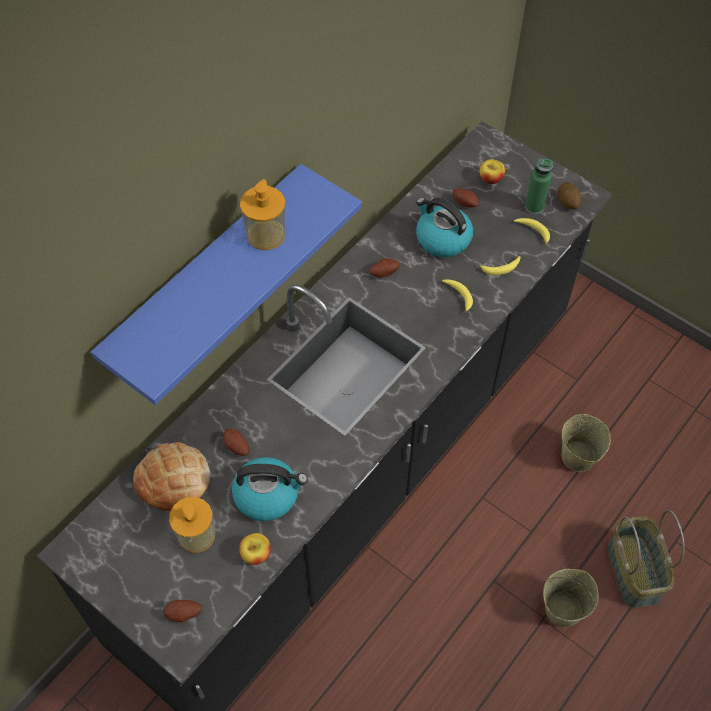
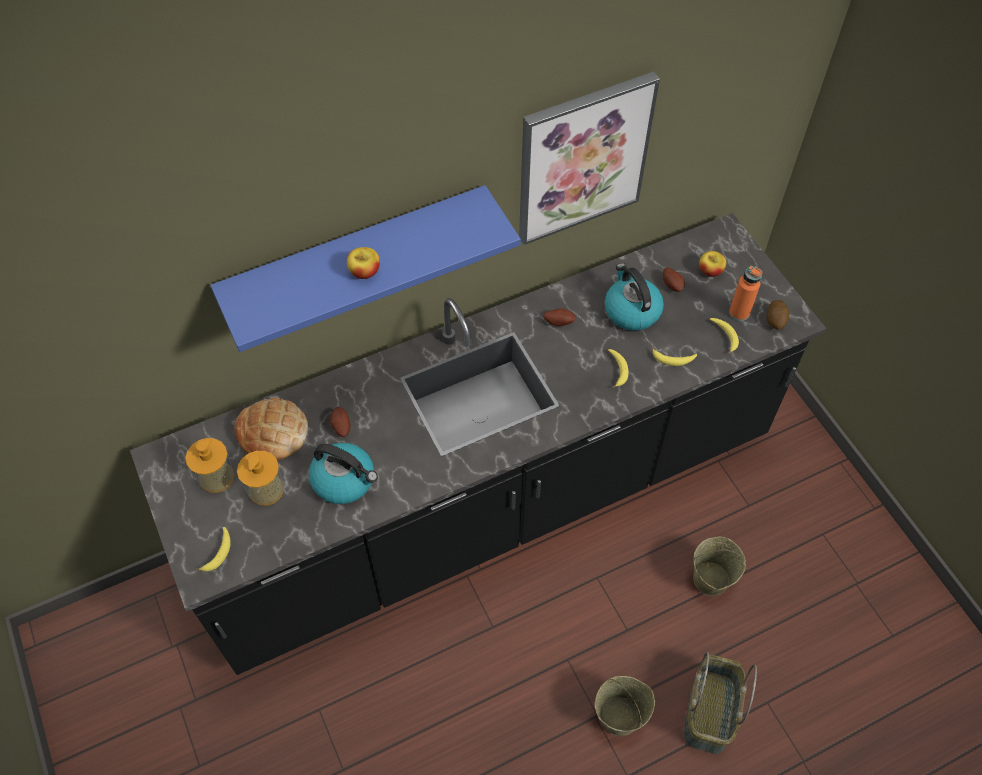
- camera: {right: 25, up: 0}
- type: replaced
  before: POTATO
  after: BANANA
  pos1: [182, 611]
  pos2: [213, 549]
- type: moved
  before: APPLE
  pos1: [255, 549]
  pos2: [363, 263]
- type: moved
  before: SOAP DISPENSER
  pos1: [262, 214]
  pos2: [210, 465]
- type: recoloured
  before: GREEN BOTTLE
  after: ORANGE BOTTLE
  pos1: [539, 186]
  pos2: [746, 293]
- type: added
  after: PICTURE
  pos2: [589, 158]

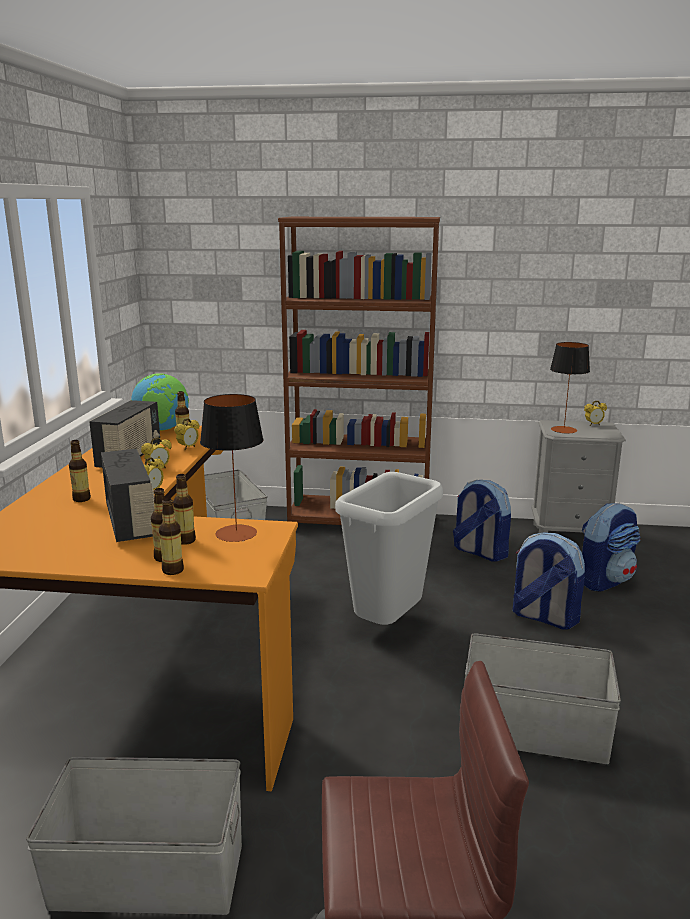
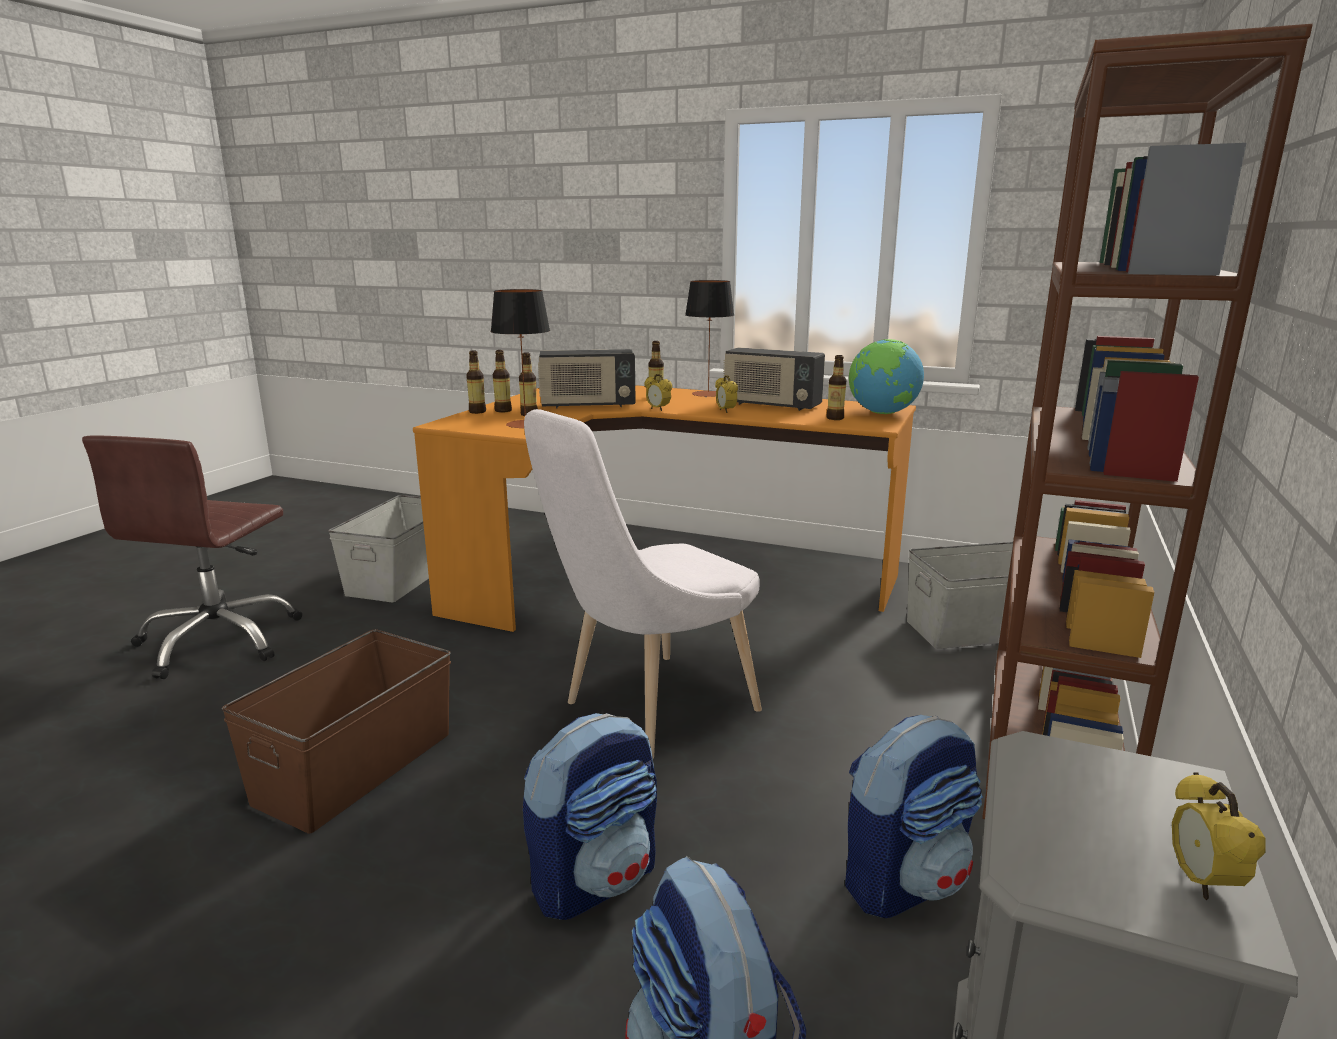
- camera: {right: 105, up: 0}
- type: removed
  before: ALARM CLOCK
  pos1: [186, 434]
- type: replaced
  before: GREY TRASH CAN
  after: WHITE CHAIR
  pos1: [389, 548]
  pos2: [643, 584]
- type: recoloured
  before: GREY STORAGE BOX
  after: BROWN STORAGE BOX
  pos1: [543, 699]
  pos2: [336, 731]
- type: moved
  before: TABLE LAMP
  pos1: [570, 388]
  pos2: [709, 338]

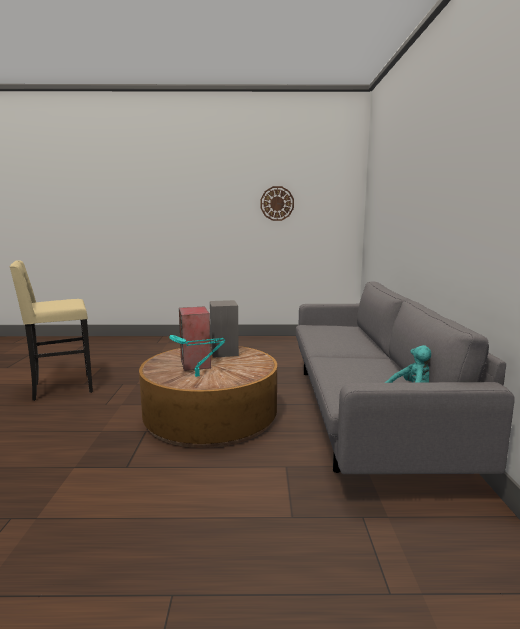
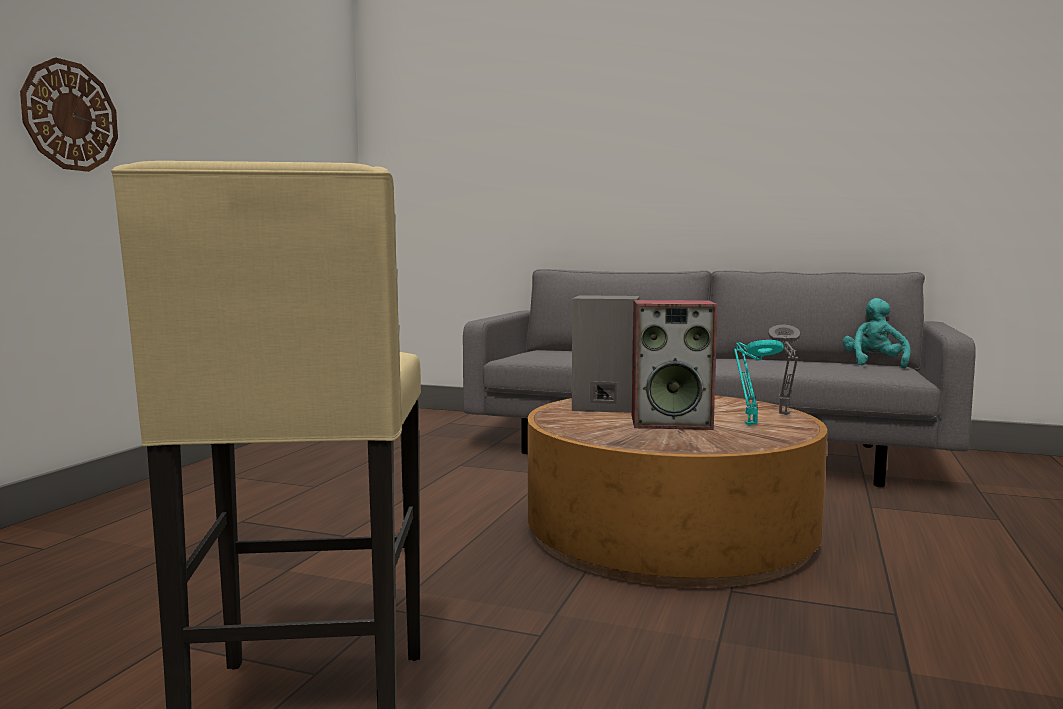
- camera: {right: -70, up: -5}
- type: moved
  before: WALL CLOCK
  pos1: [277, 203]
  pos2: [69, 114]
- type: added
  after: GREY TABLE LAMP
  pos2: [784, 370]

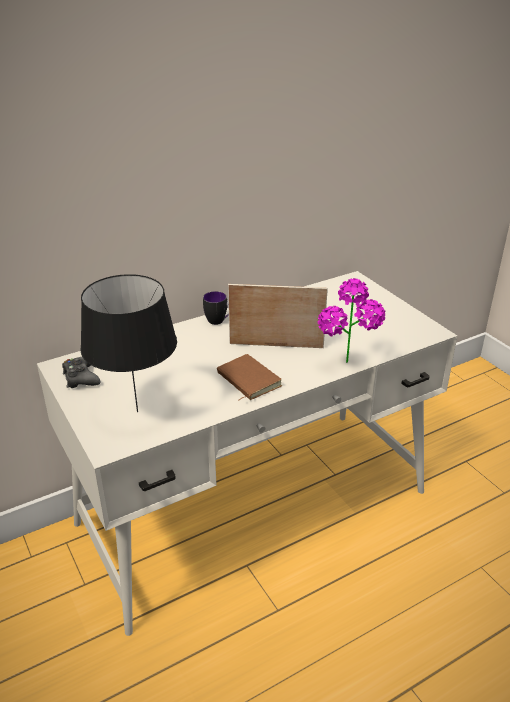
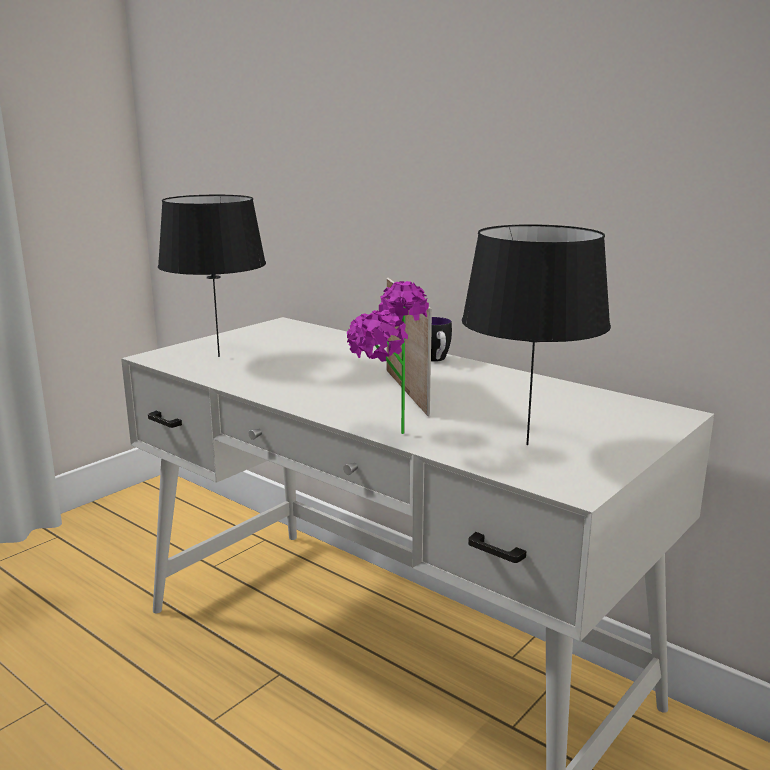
- camera: {right: 70, up: -15}
- type: removed
  before: BLACK GAME CONTROLLER
  pos1: [81, 372]
- type: removed
  before: BROWN BOOK
  pos1: [249, 377]
- type: added
  after: BLACK TABLE LAMP
  pos2: [536, 334]

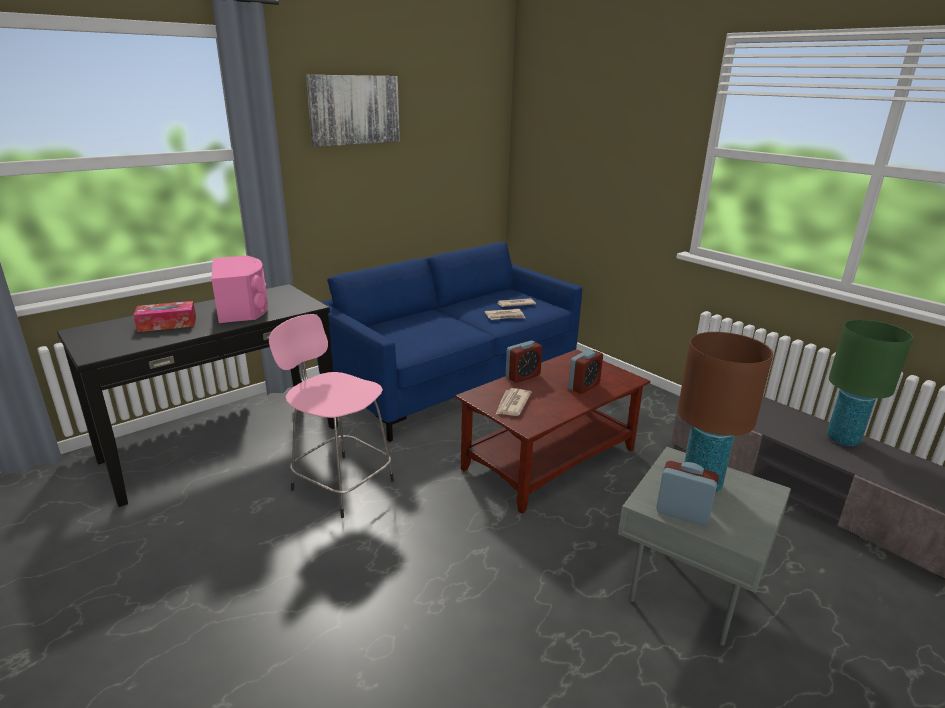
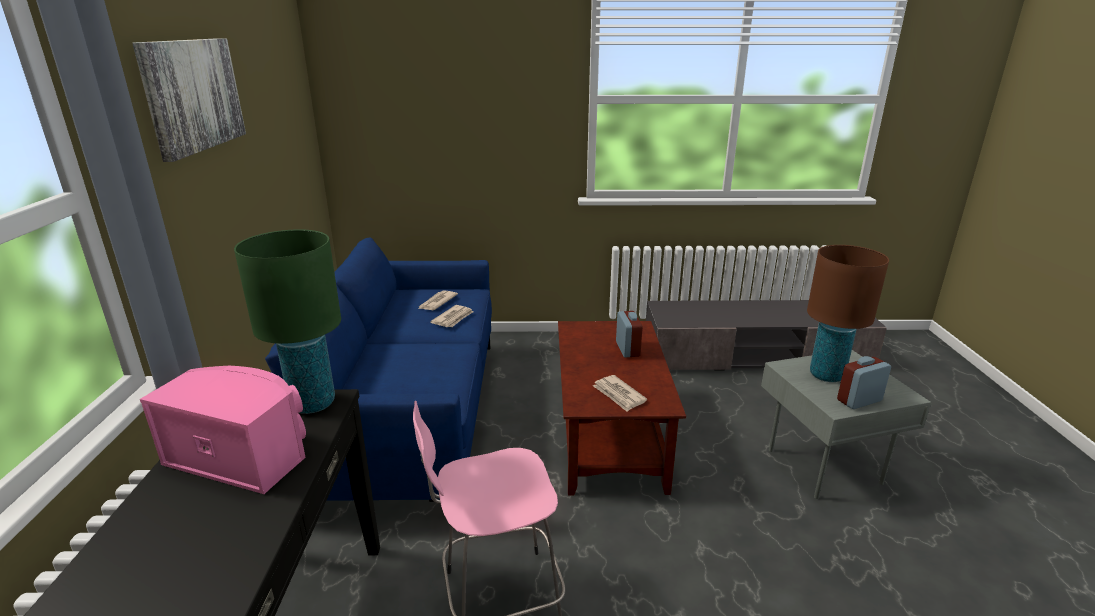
- camera: {right: -50, up: 0}
- type: removed
  before: TISSUE BOX
  pos1: [164, 316]
- type: removed
  before: ALARM CLOCK
  pos1: [524, 362]
- type: moved
  before: GREEN TABLE LAMP
  pos1: [870, 383]
  pos2: [287, 321]

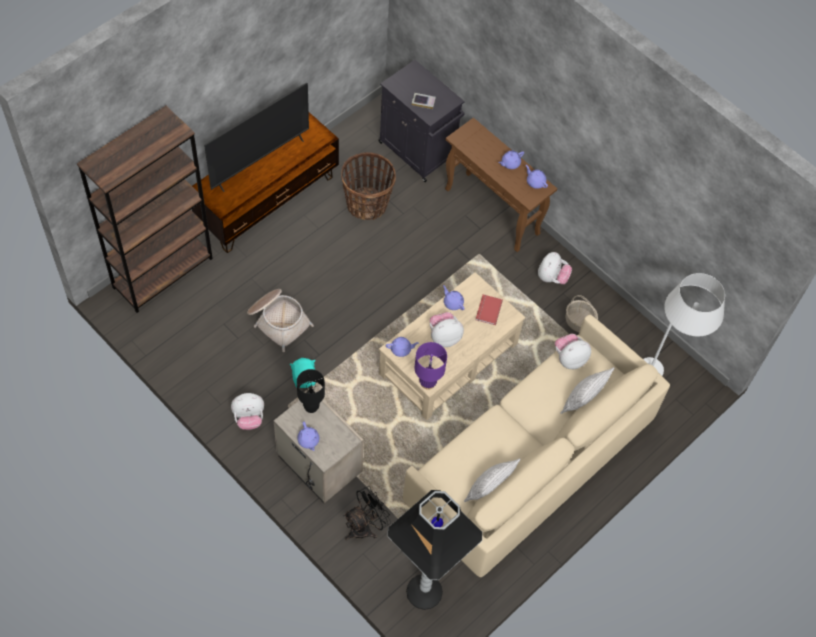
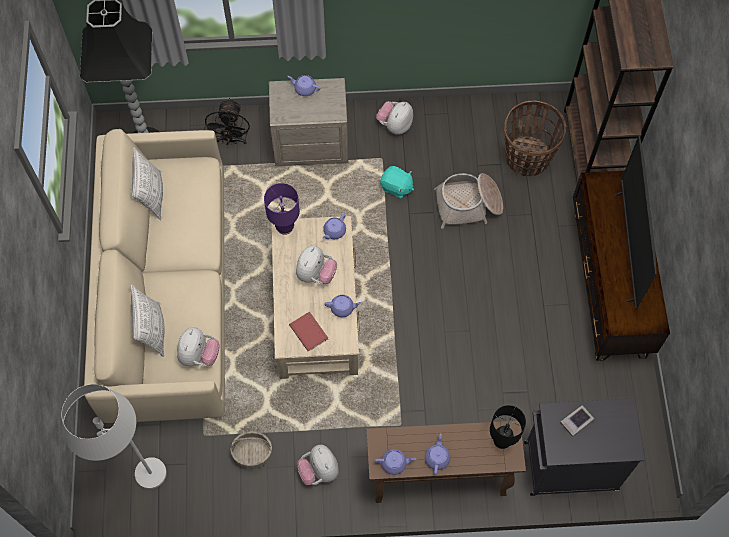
- camera: {right: 135, up: 5}
- type: moved
  before: BLACK TABLE LAMP
  pos1: [311, 391]
  pos2: [508, 427]
- type: moved
  before: BASKET
  pos1: [368, 186]
  pos2: [535, 138]

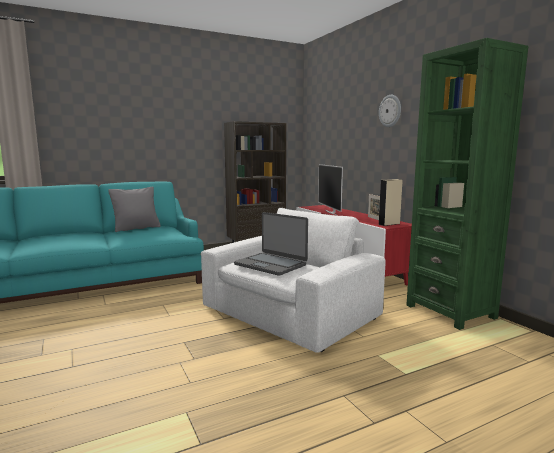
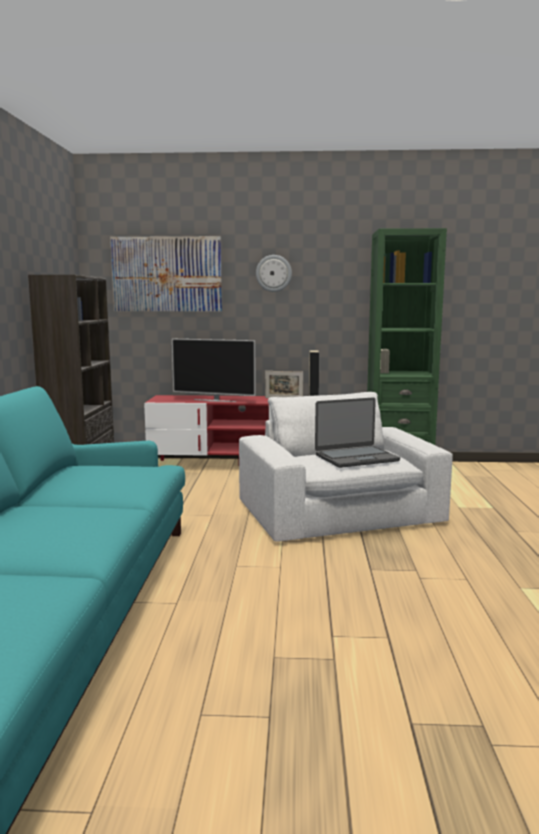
- camera: {right: -60, up: 0}
- type: removed
  before: GREY PILLOW
  pos1: [134, 209]
- type: added
  after: PICTURE
  pos2: [166, 273]

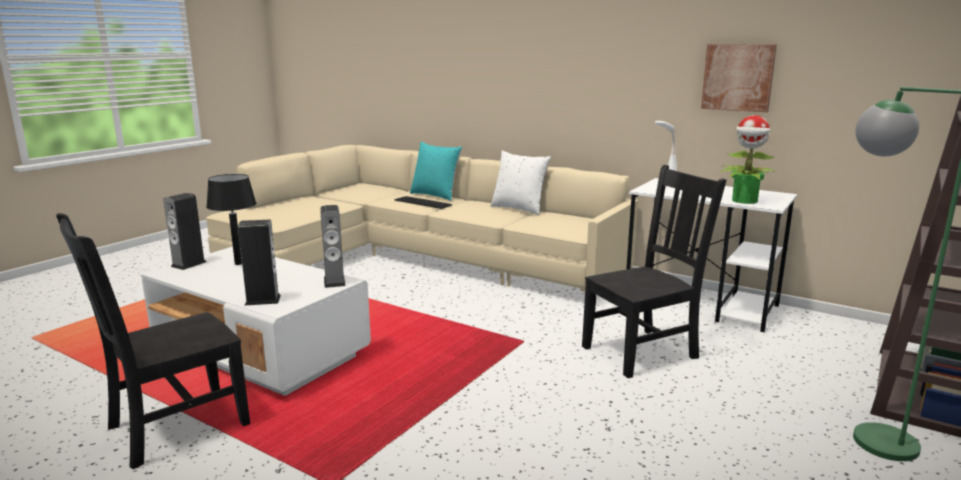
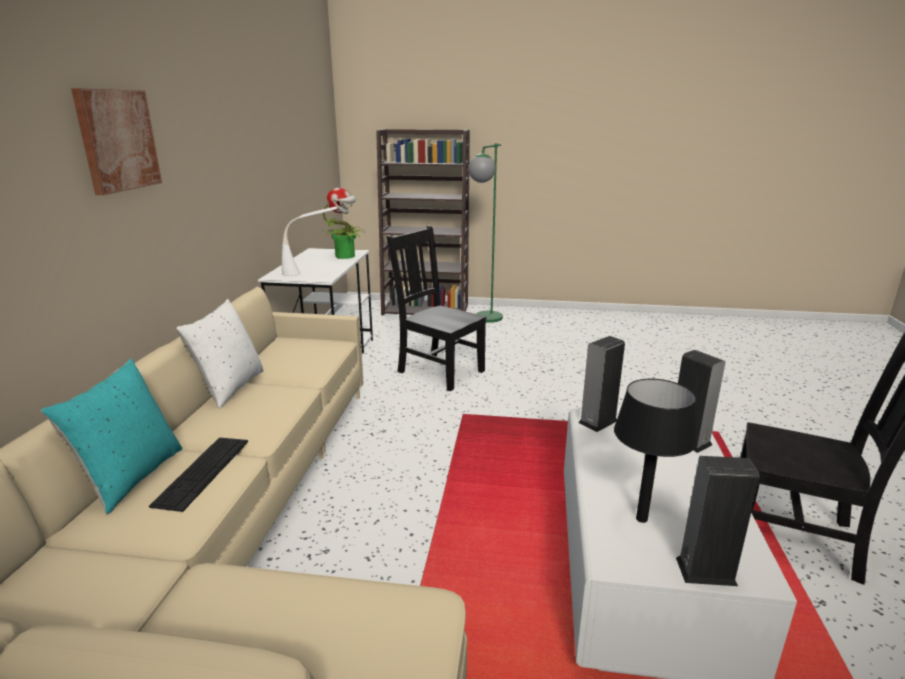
- camera: {right: -115, up: 5}
- type: moved
  before: PICTURE
  pos1: [739, 78]
  pos2: [116, 141]

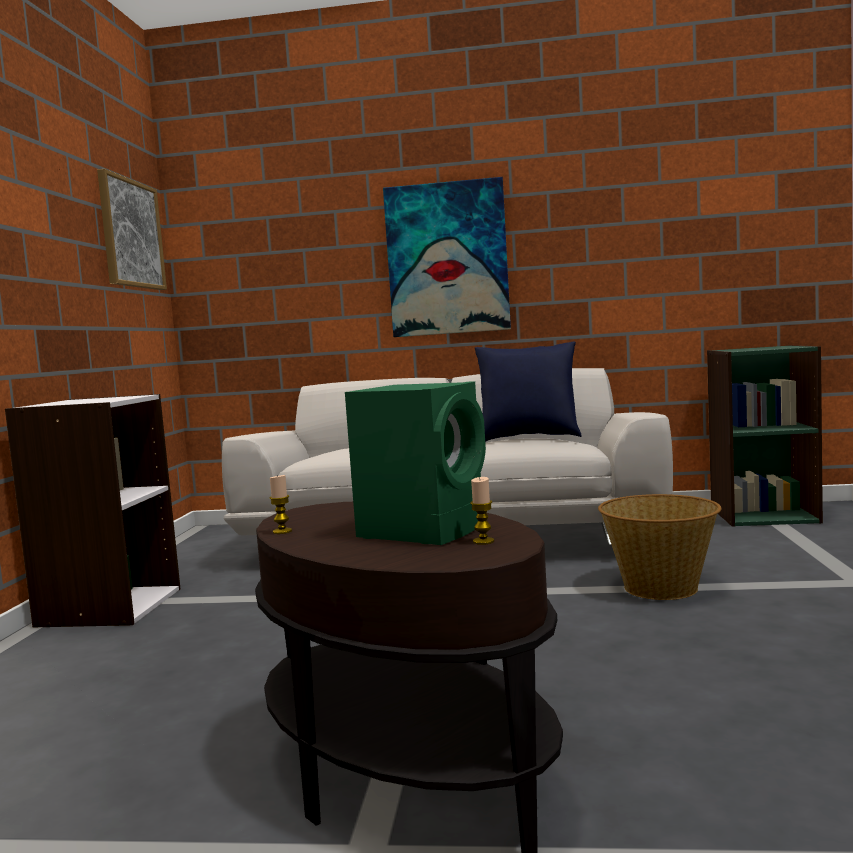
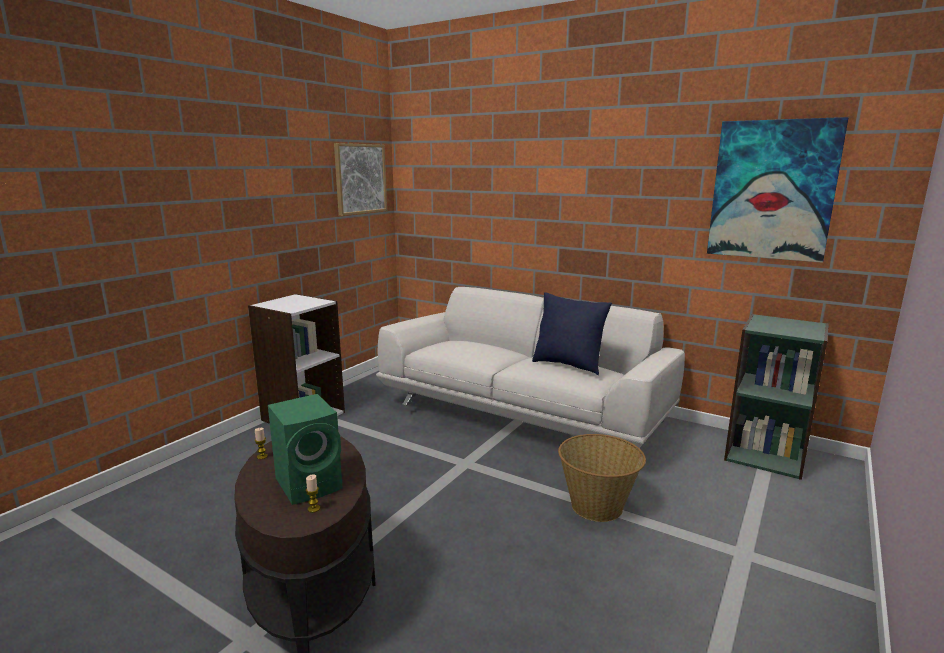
- camera: {right: 25, up: 10}
- type: moved
  before: PICTURE
  pos1: [447, 257]
  pos2: [778, 190]

